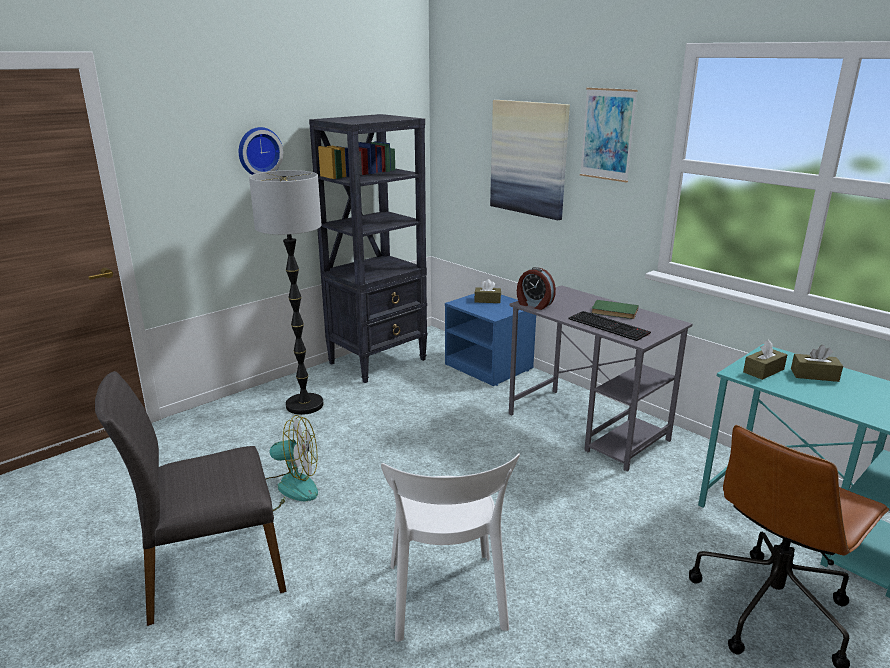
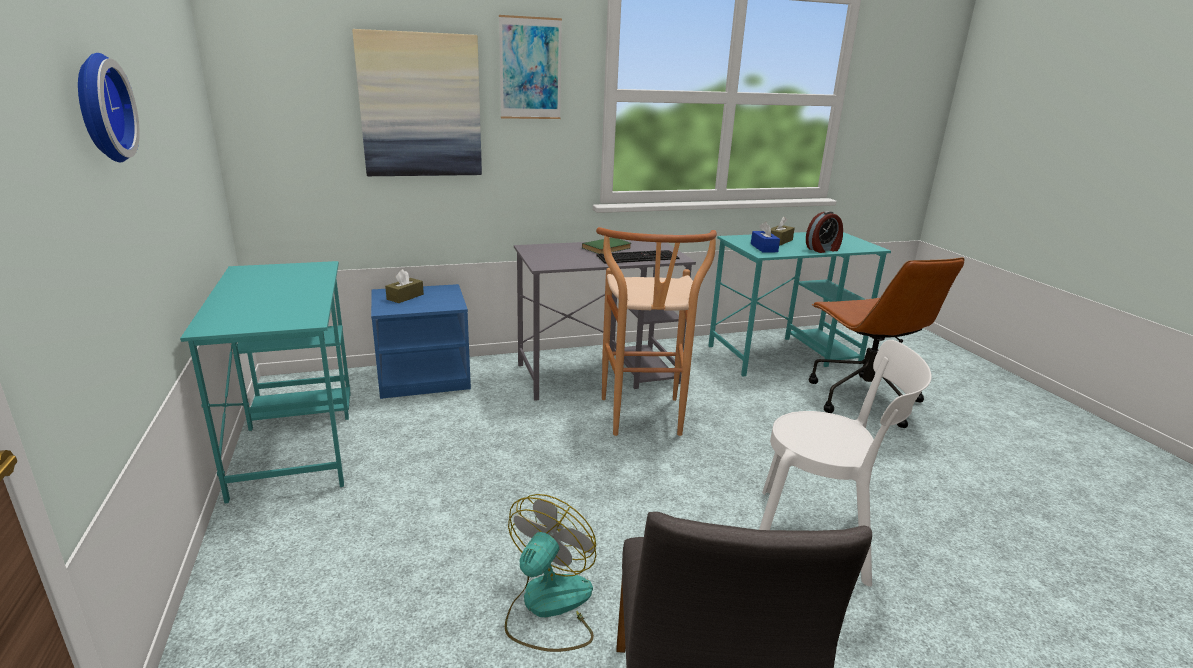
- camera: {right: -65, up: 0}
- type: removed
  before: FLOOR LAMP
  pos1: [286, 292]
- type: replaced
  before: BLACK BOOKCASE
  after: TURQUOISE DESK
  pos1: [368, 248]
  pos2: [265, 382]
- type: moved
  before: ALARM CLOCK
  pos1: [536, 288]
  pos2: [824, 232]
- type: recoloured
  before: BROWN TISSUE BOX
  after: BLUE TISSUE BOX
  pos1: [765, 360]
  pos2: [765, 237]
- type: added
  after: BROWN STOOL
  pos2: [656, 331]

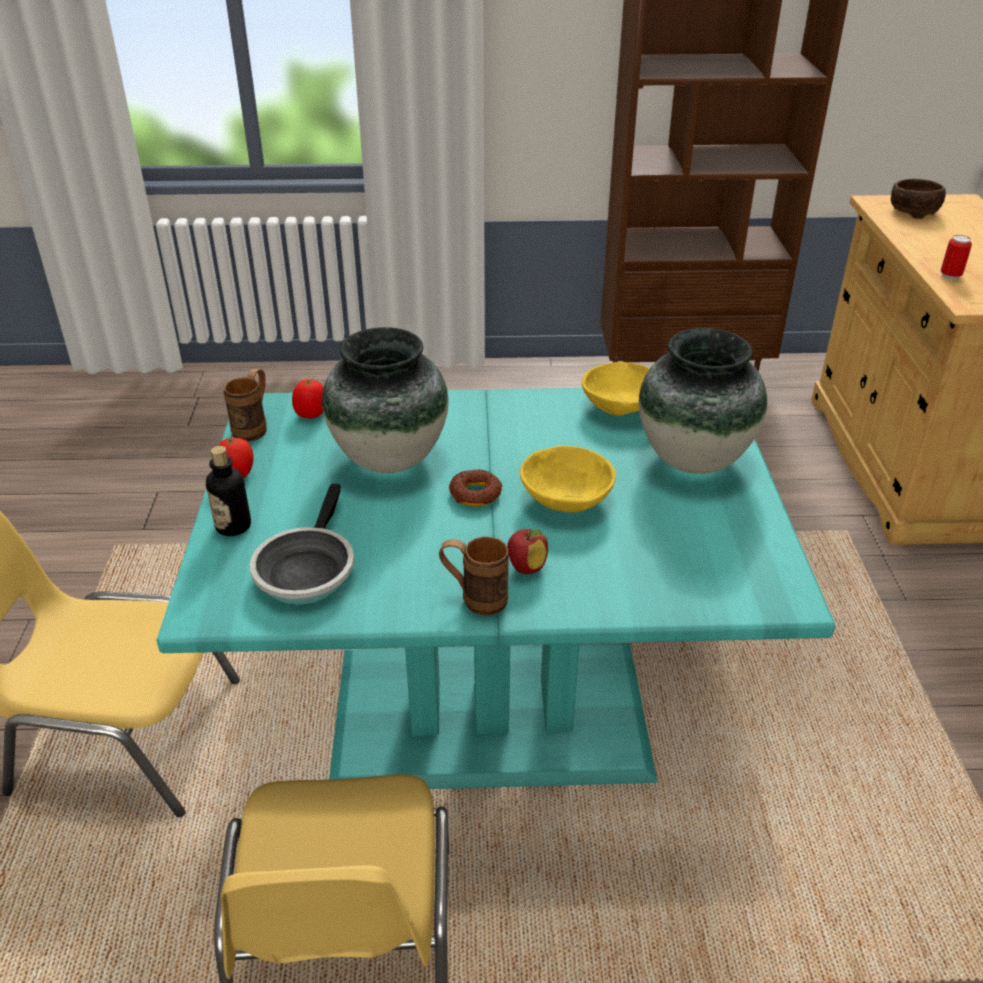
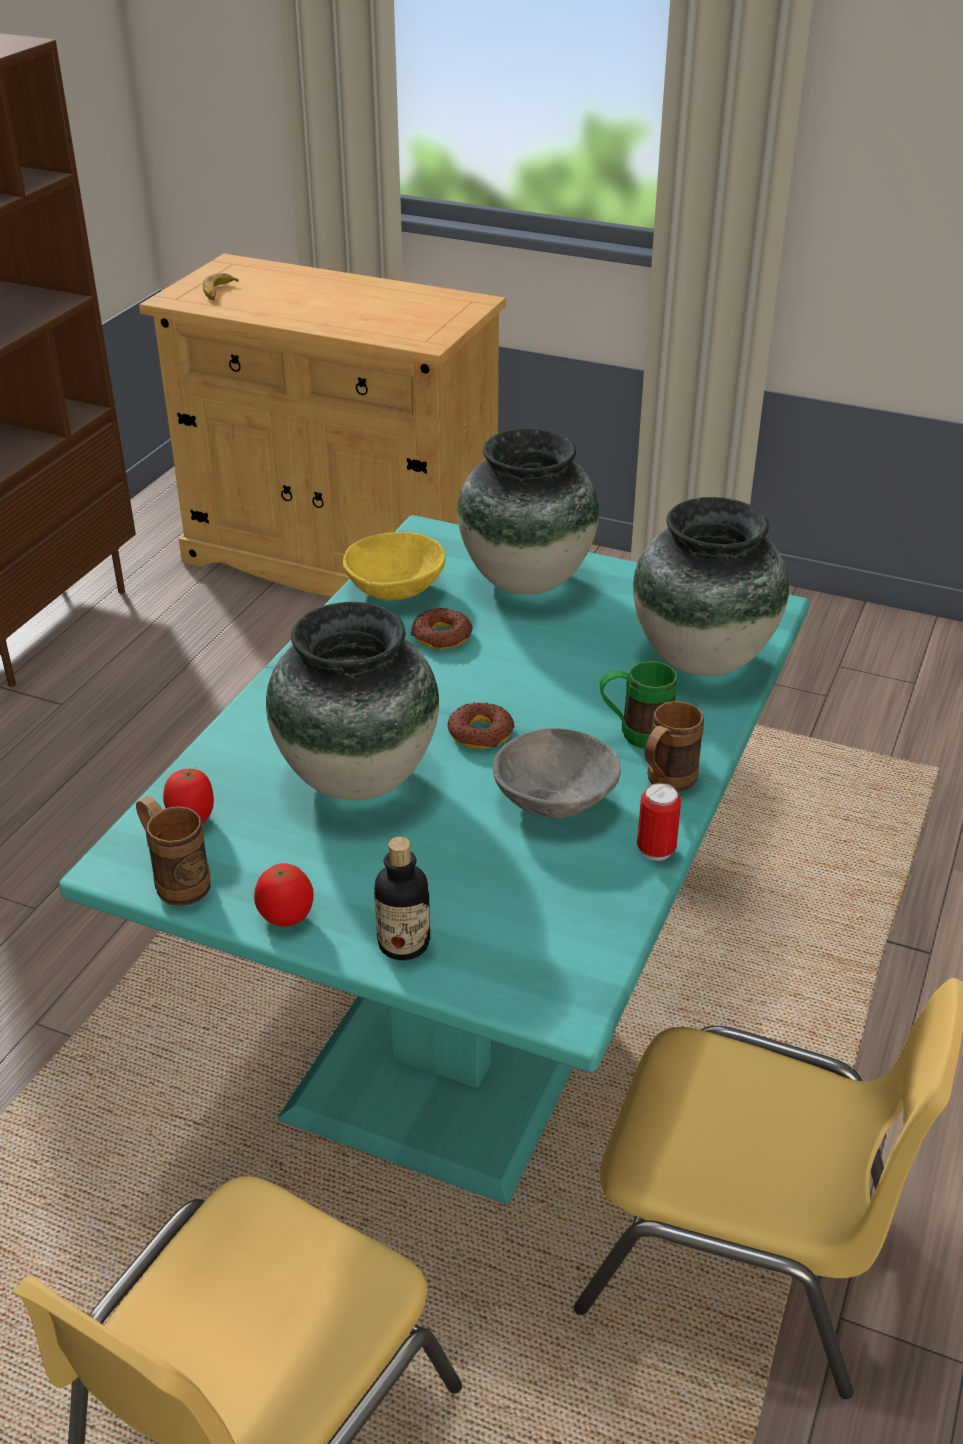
- camera: {right: -65, up: 0}
- type: removed
  before: FRYING PAN
  pos1: [302, 544]
- type: replaced
  before: APPLE
  after: GREEN MUG
  pos1: [527, 551]
  pos2: [638, 705]
- type: removed
  before: YELLOW BOWL
  pos1: [568, 479]
- type: replaced
  before: BROWN BOWL
  after: BANANA
  pos1: [918, 199]
  pos2: [221, 286]
- type: moved
  before: CAN
  pos1: [956, 257]
  pos2: [659, 822]
- type: added
  after: DONUT
  pos2: [442, 628]
- type: added
  after: GREY BOWL
  pos2: [557, 773]
- type: added
  after: VASE
  pos2: [711, 586]

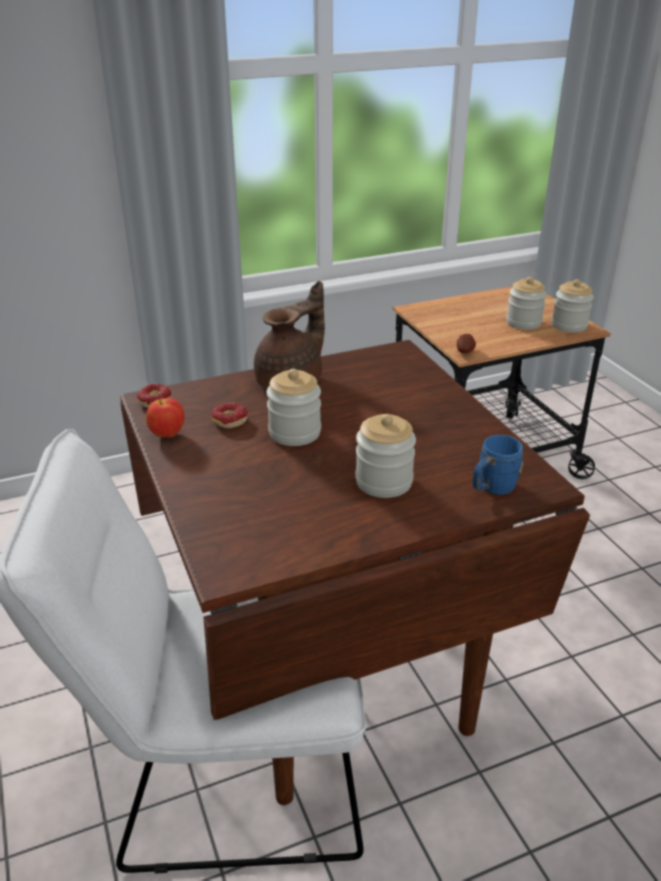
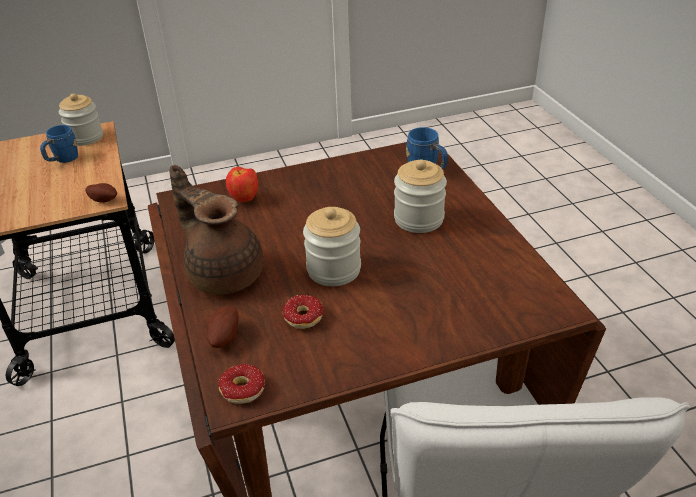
- camera: {right: -85, up: 5}
- type: moved
  before: APPLE
  pos1: [165, 418]
  pos2: [242, 184]
- type: replaced
  before: JAR
  after: BLUE MUG
  pos1: [526, 303]
  pos2: [59, 144]
- type: added
  after: POTATO
  pos2: [223, 327]

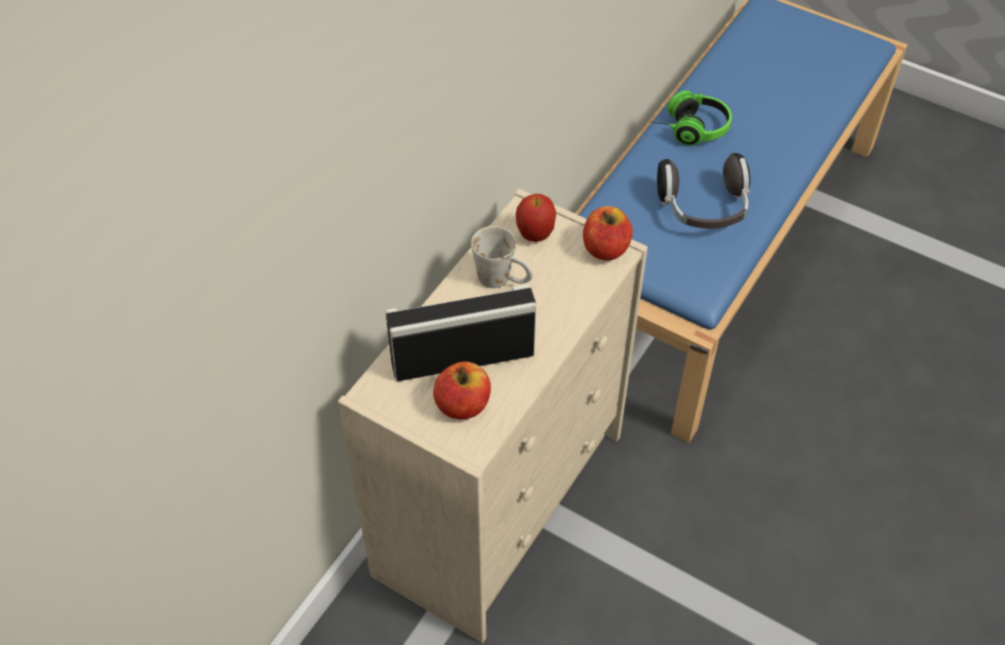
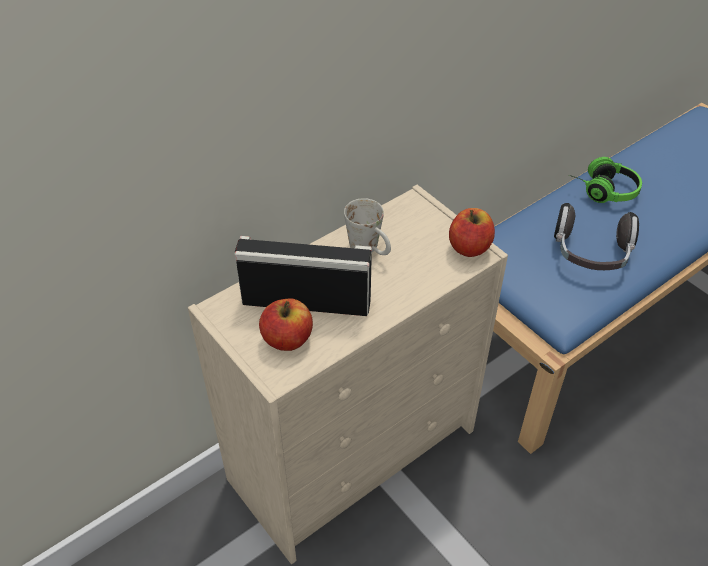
- camera: {right: 20, up: -5}
- type: removed
  before: APPLE
  pos1: [536, 218]

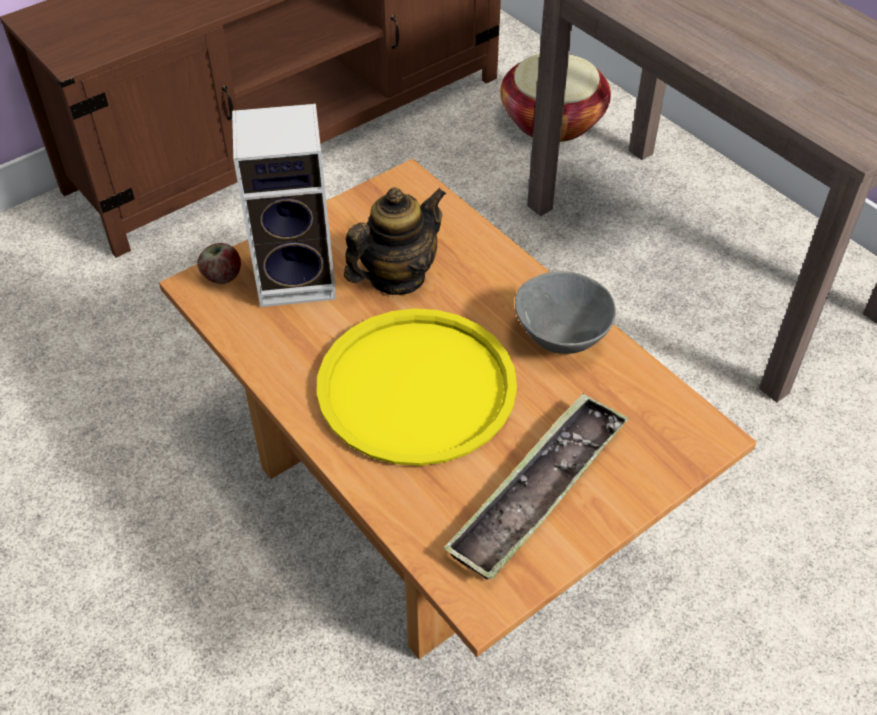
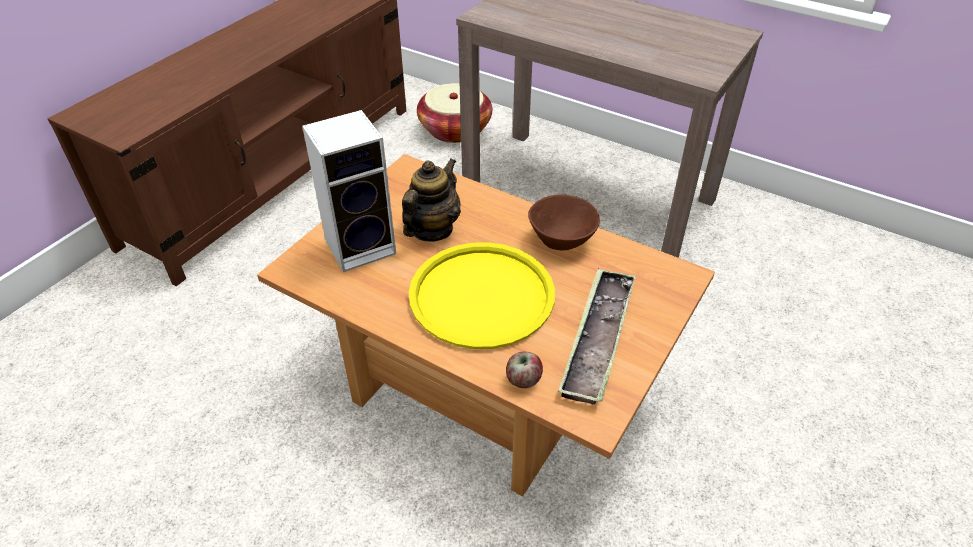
- camera: {right: -20, up: -5}
- type: moved
  before: APPLE
  pos1: [219, 263]
  pos2: [524, 370]
- type: recoloured
  before: GREY BOWL
  after: BROWN BOWL
  pos1: [565, 312]
  pos2: [564, 222]

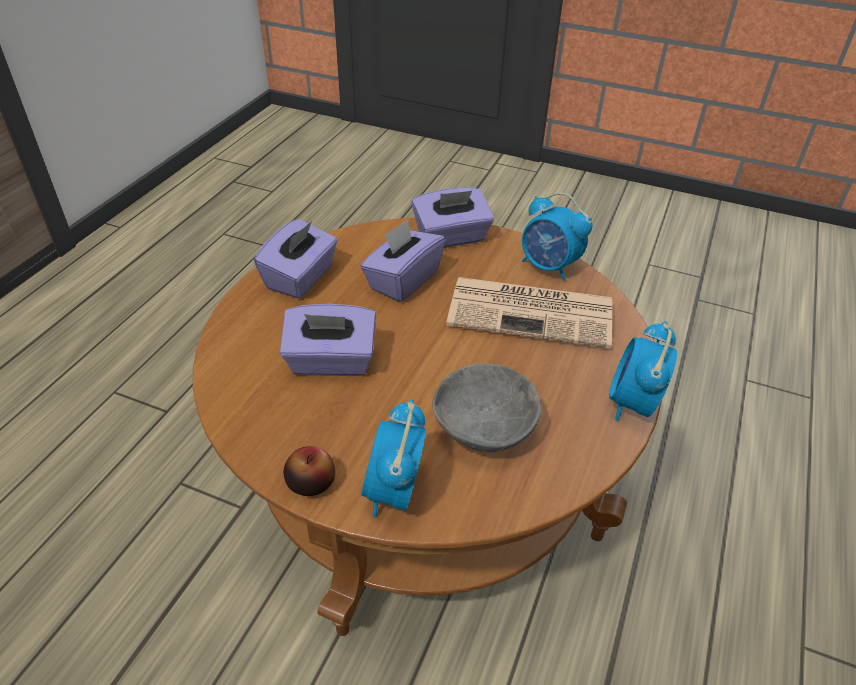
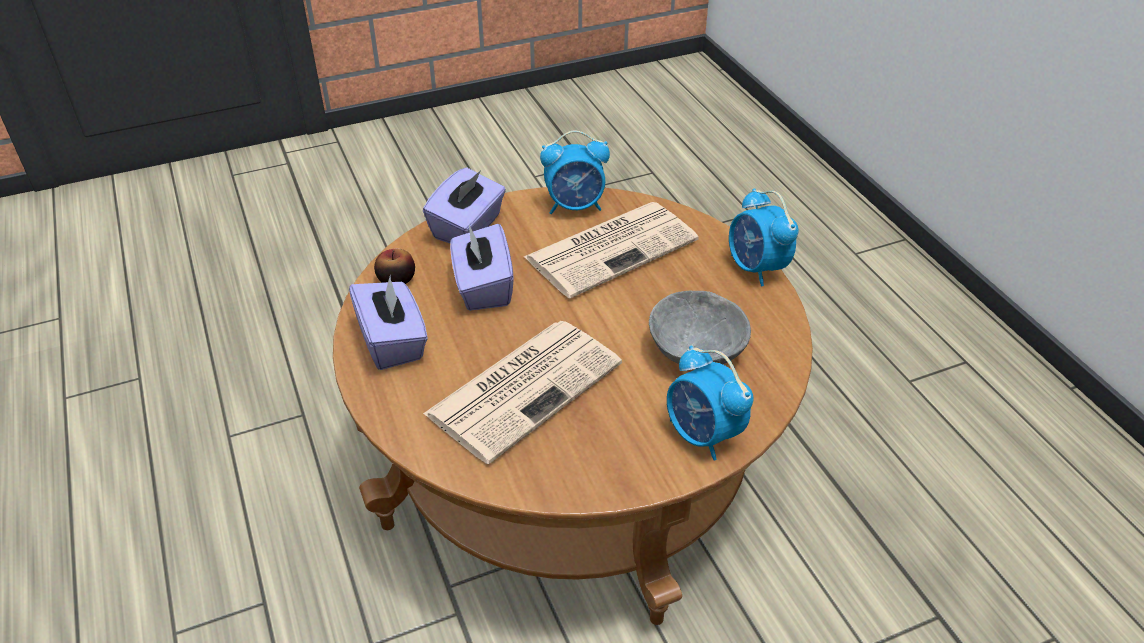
- camera: {right: -45, up: 0}
- type: replaced
  before: PURPLE TISSUE BOX
  after: NEWSPAPER
  pos1: [328, 340]
  pos2: [522, 392]
- type: moved
  before: APPLE
  pos1: [309, 471]
  pos2: [394, 266]

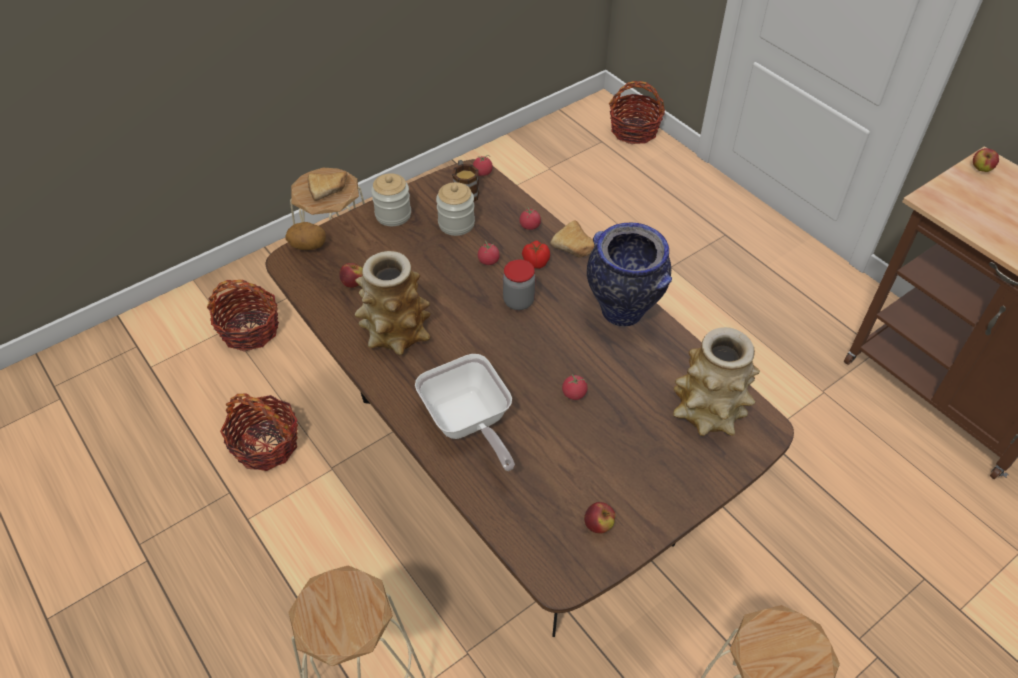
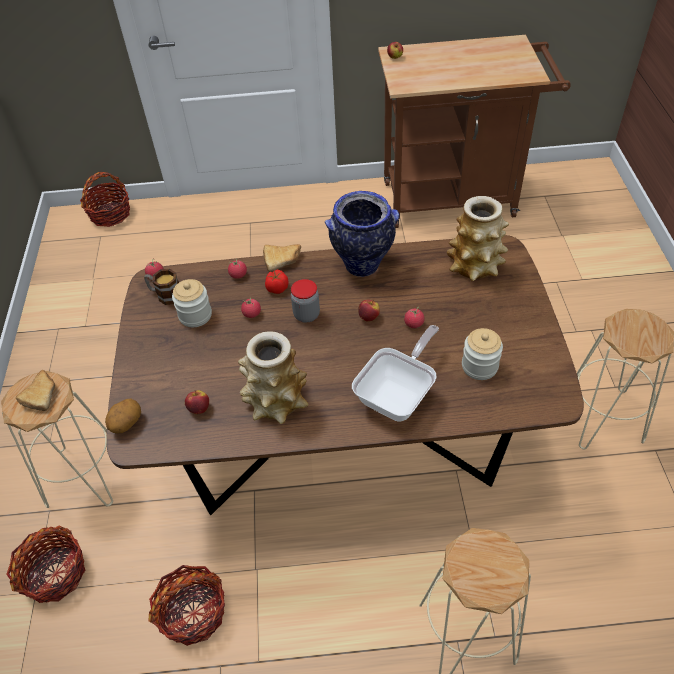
- camera: {right: -55, up: 0}
- type: moved
  before: JAR
  pos1: [391, 199]
  pos2: [482, 354]
- type: turned
  before: FRYING PAN
  pos1: [465, 412]
  pos2: [395, 373]
  turn: -60
- type: moved
  before: APPLE
  pos1: [600, 518]
  pos2: [369, 310]

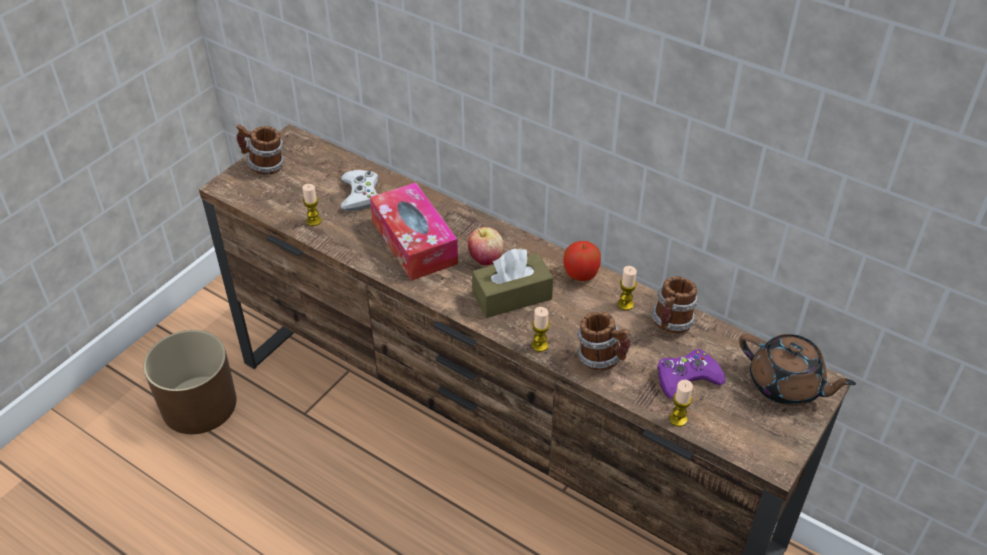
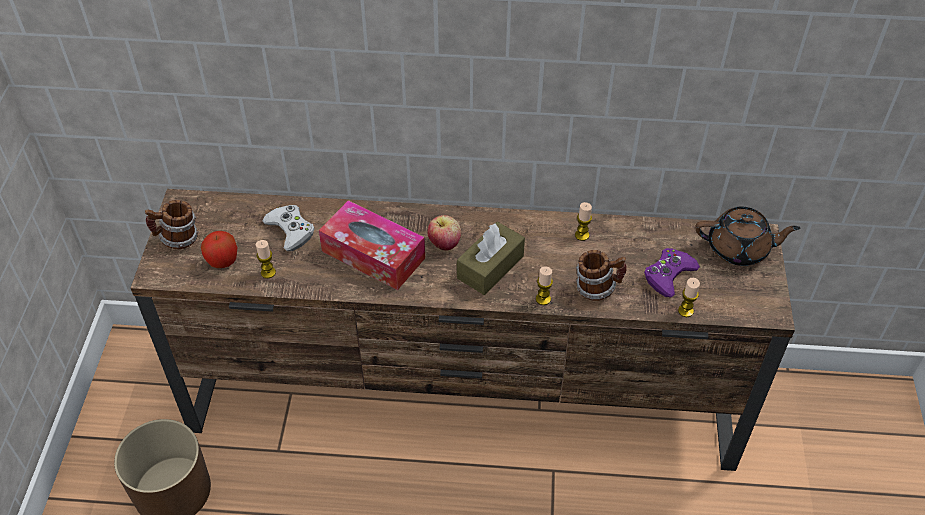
- camera: {right: -30, up: 5}
- type: moved
  before: APPLE
  pos1: [582, 261]
  pos2: [219, 249]
- type: removed
  before: MUG
  pos1: [674, 305]

